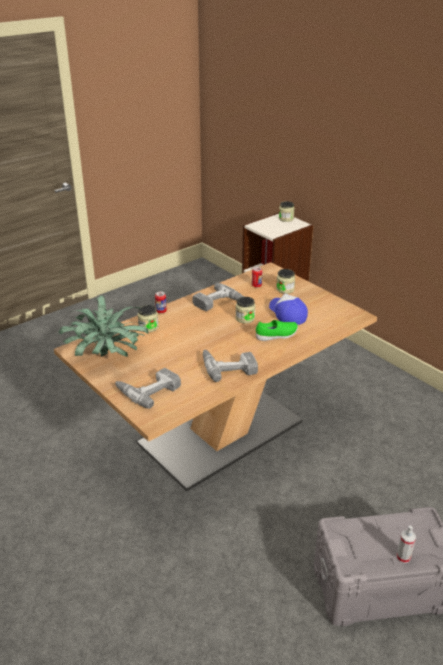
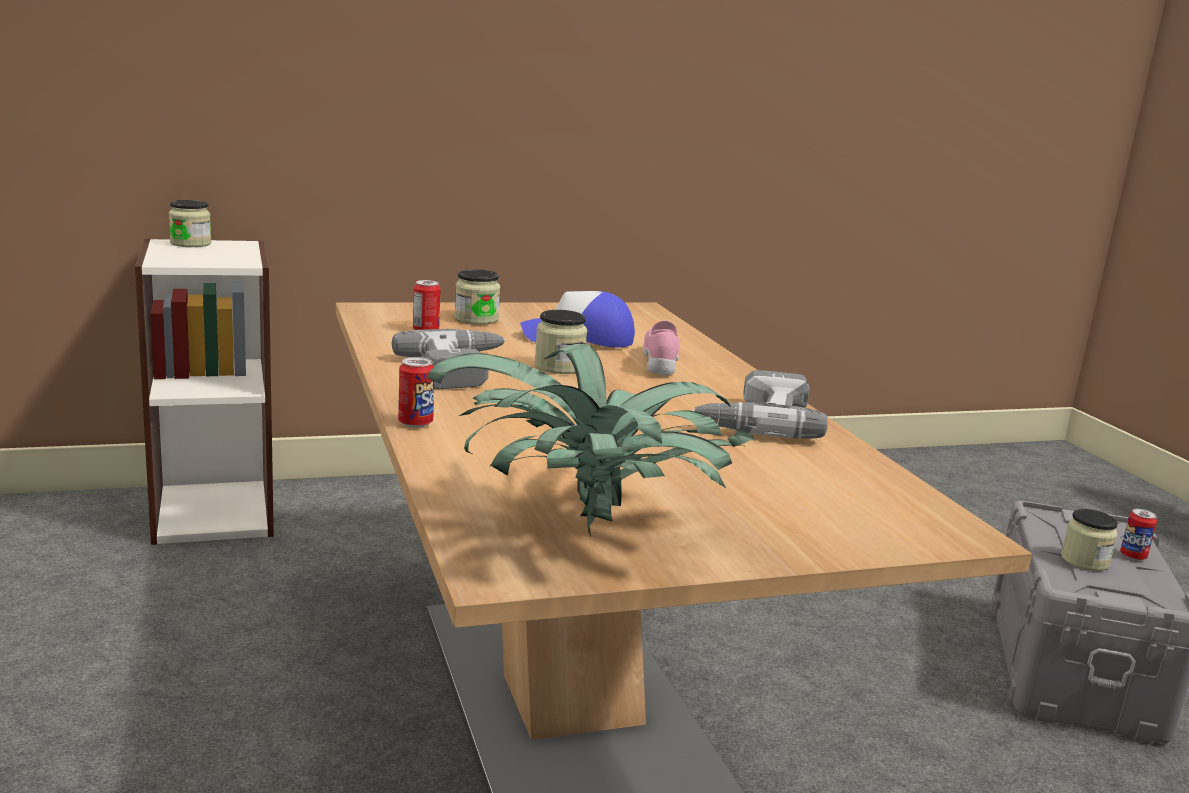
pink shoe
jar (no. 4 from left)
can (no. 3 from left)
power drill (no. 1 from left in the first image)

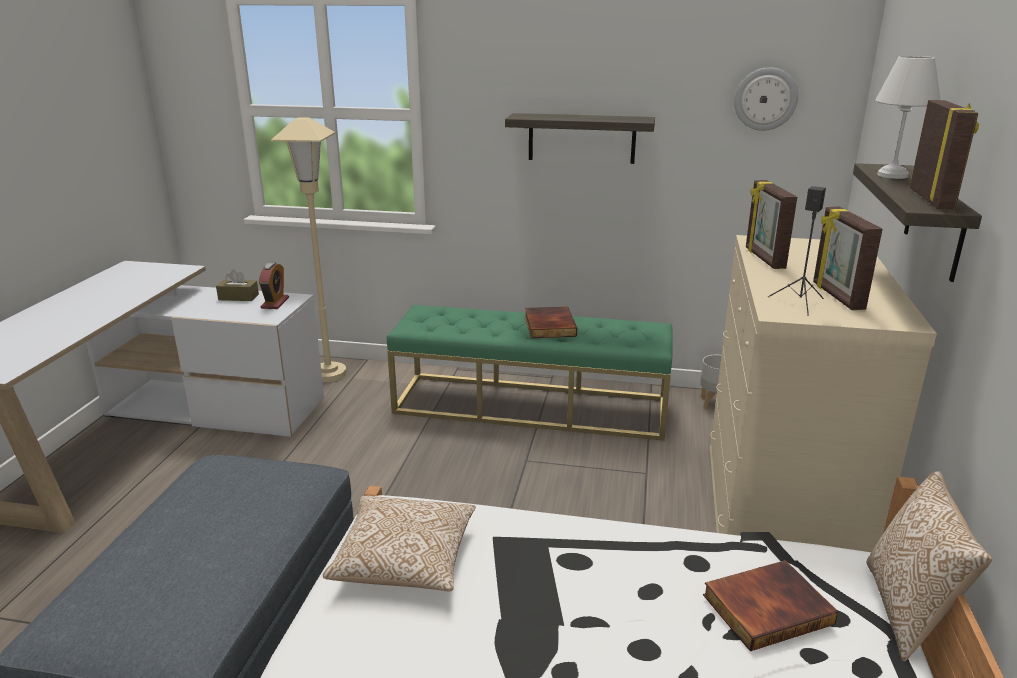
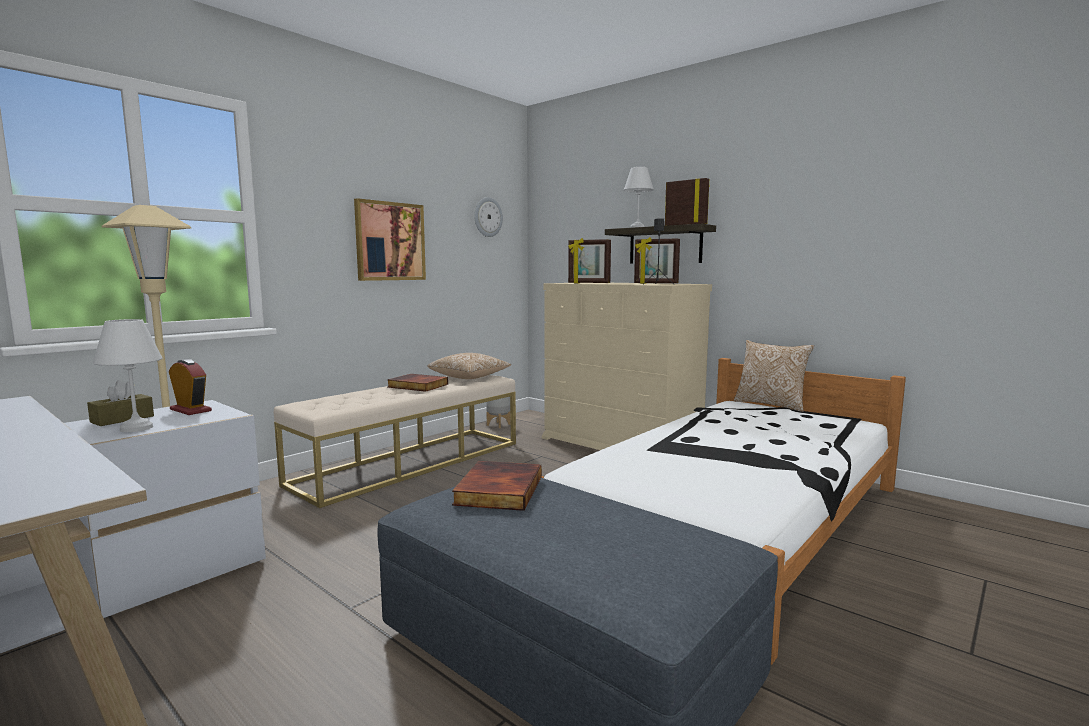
white table lamp (no. 1 from left)
beige bench
picture
pillow (no. 1 from left)
book (no. 2 from left)

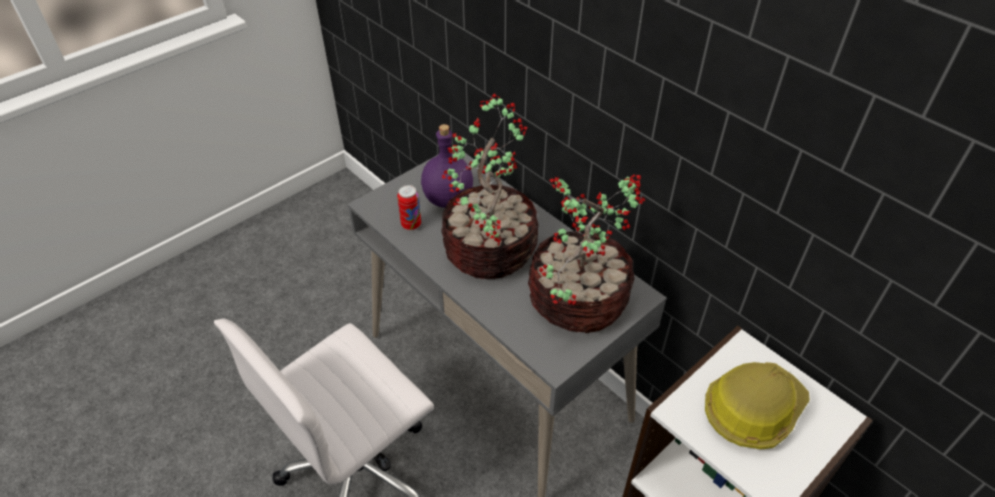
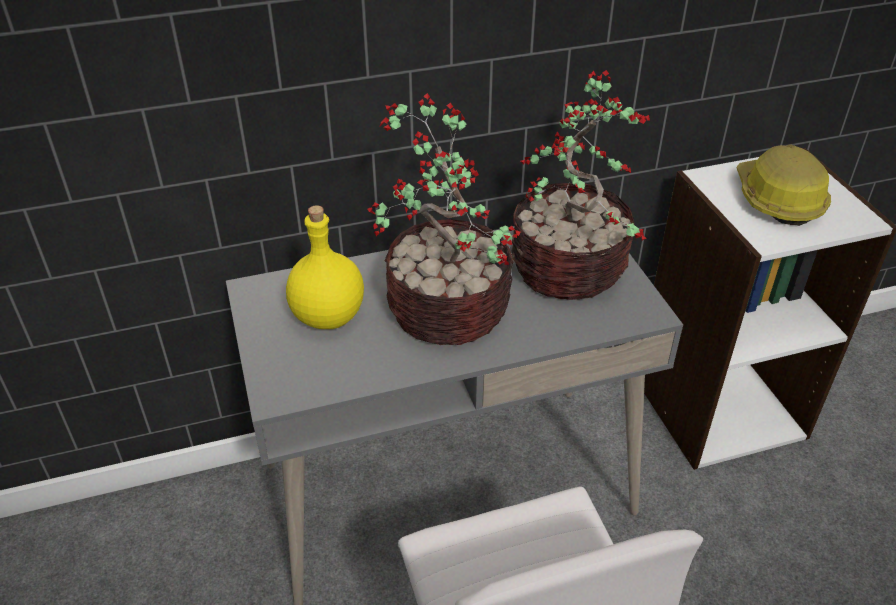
yellow bottle
can

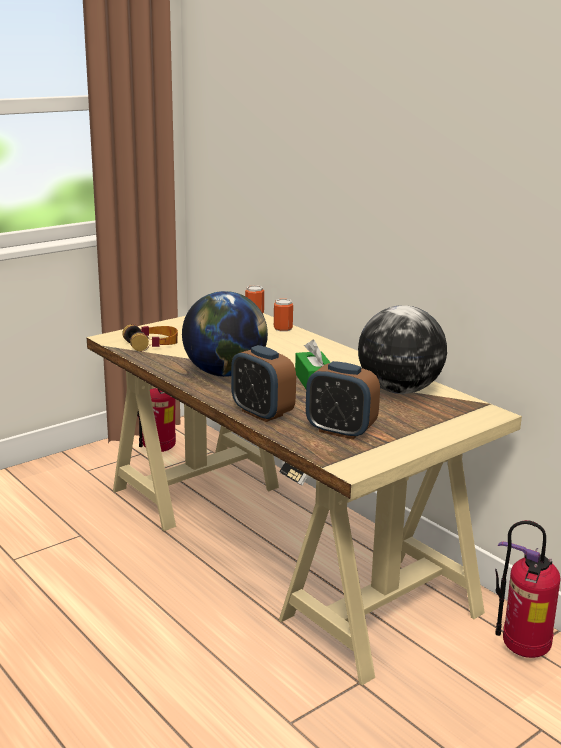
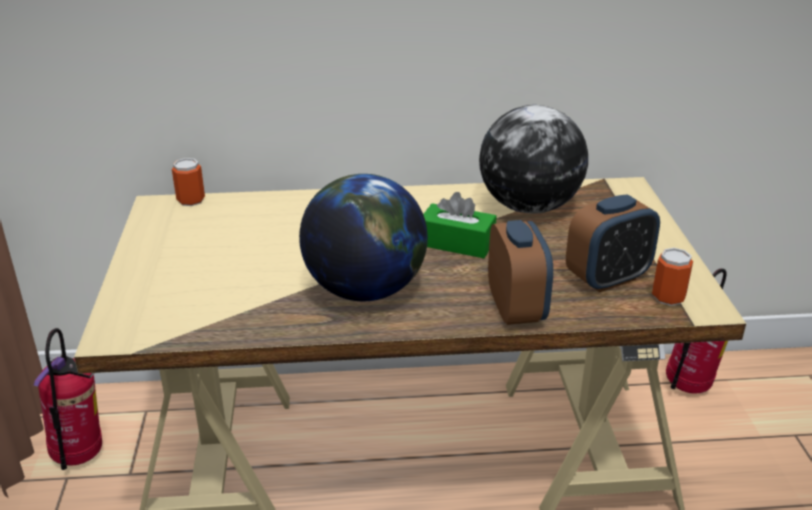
alarm clock (no. 1 from left)
can (no. 2 from left)
headphones

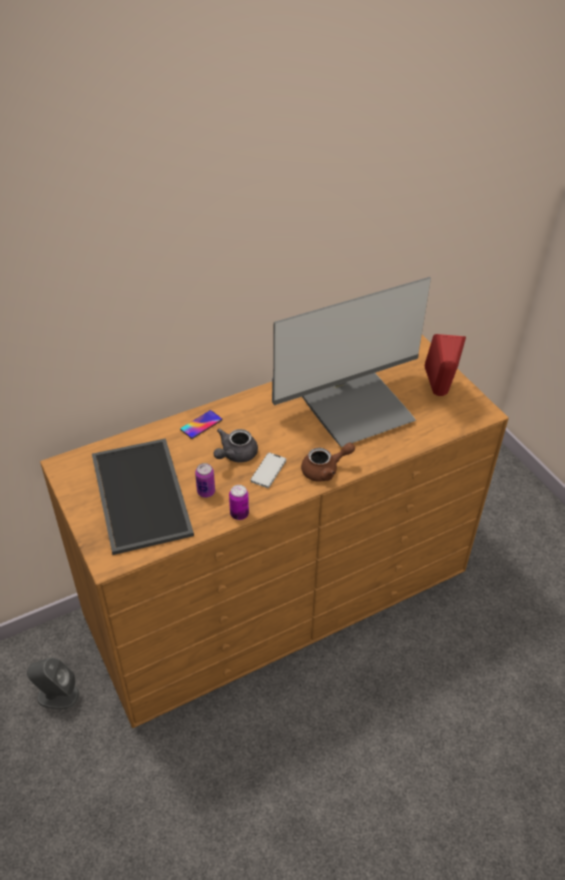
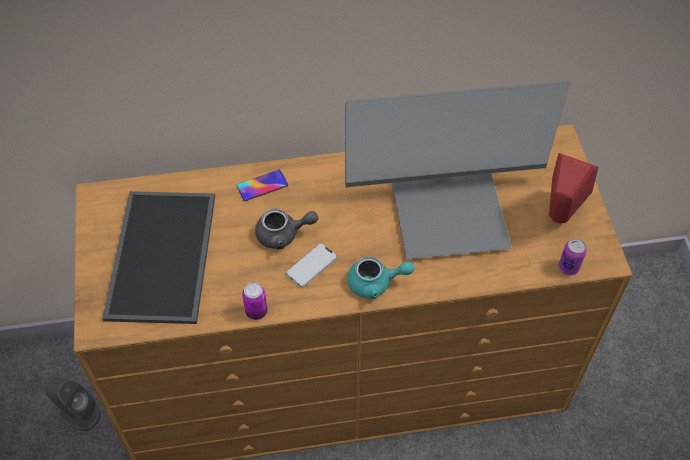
grey teapot
turquoise teapot
can (no. 2 from left)

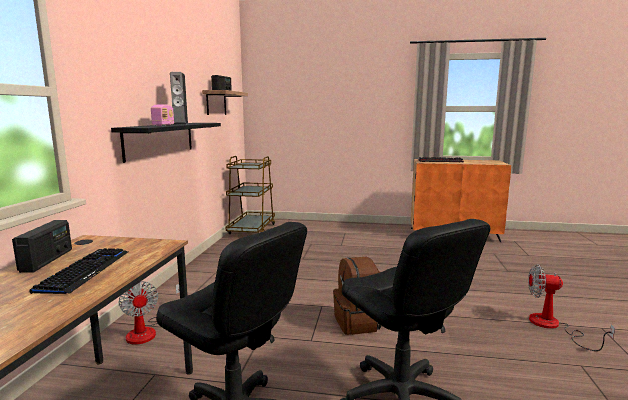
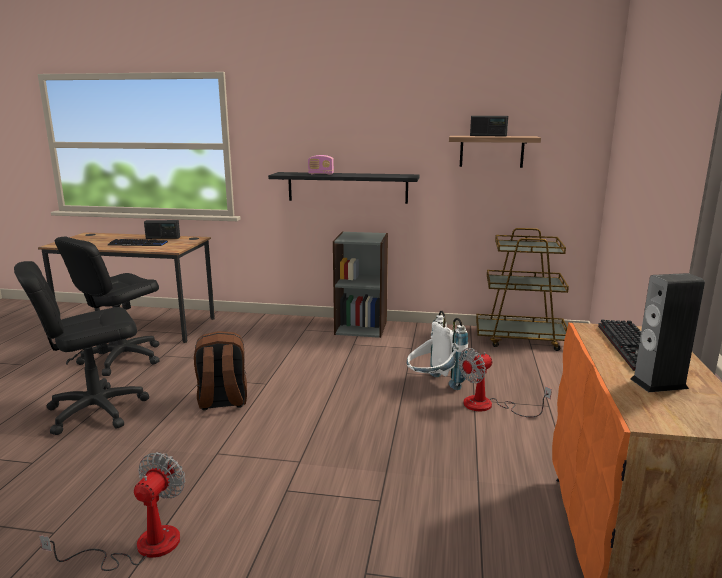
grey bookcase
white backpack
fan (no. 2 from left)
speaker

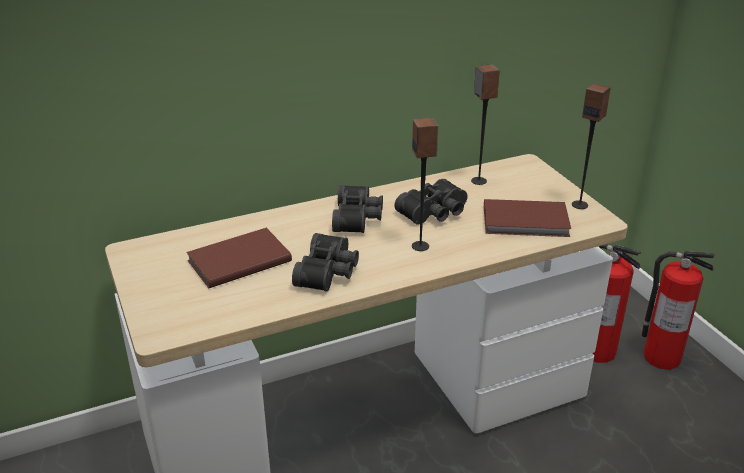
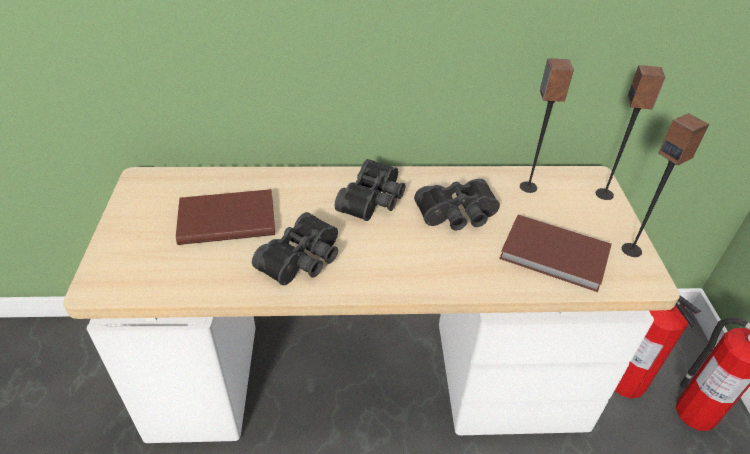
speaker (no. 2 from left)

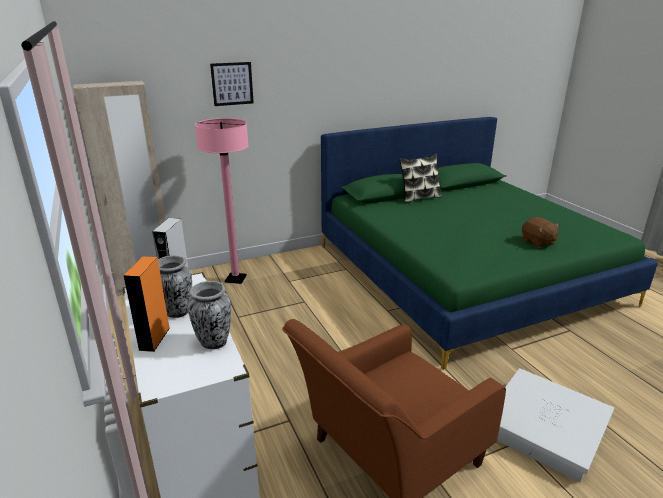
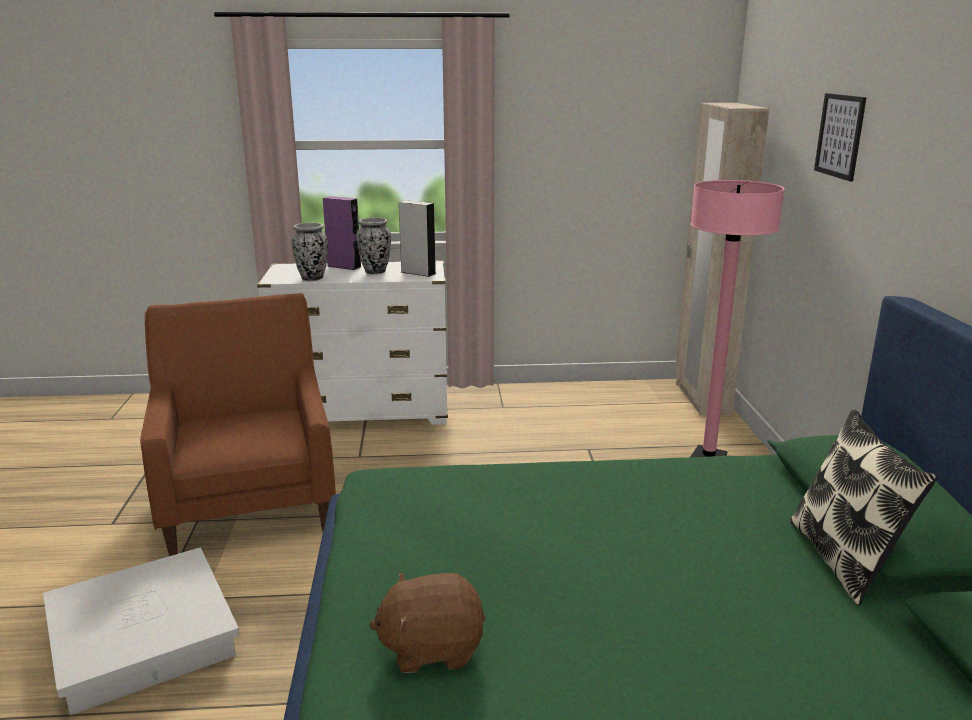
purple speaker

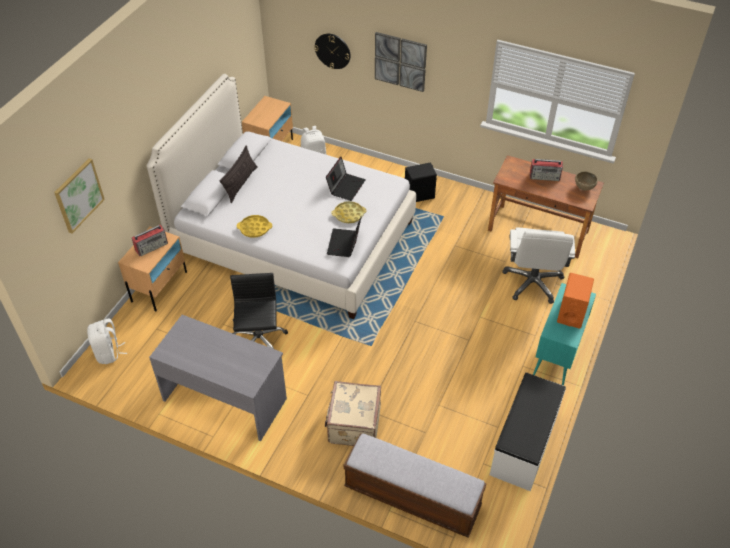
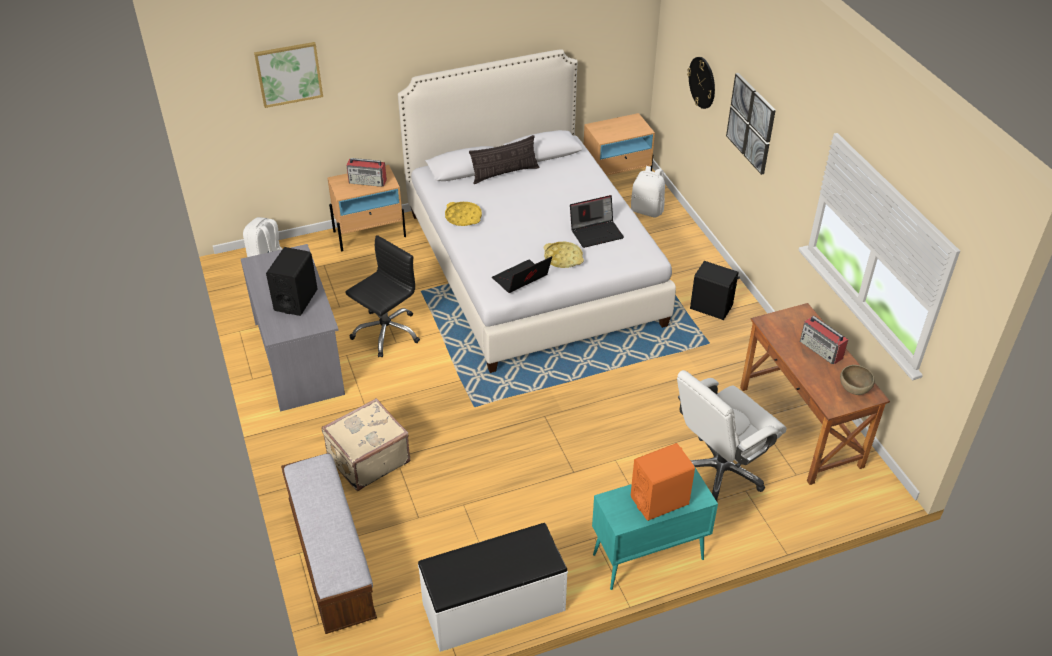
black speaker (no. 1 from left)

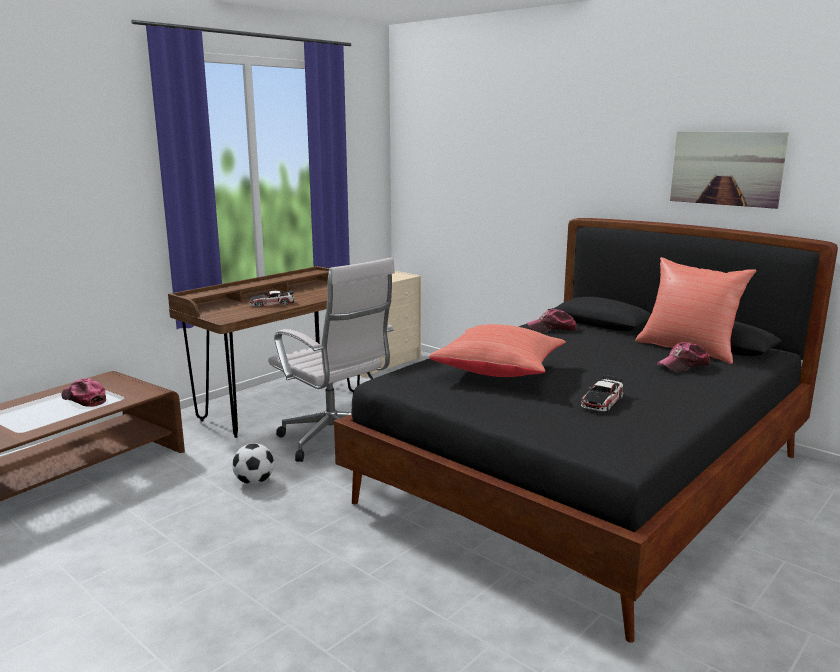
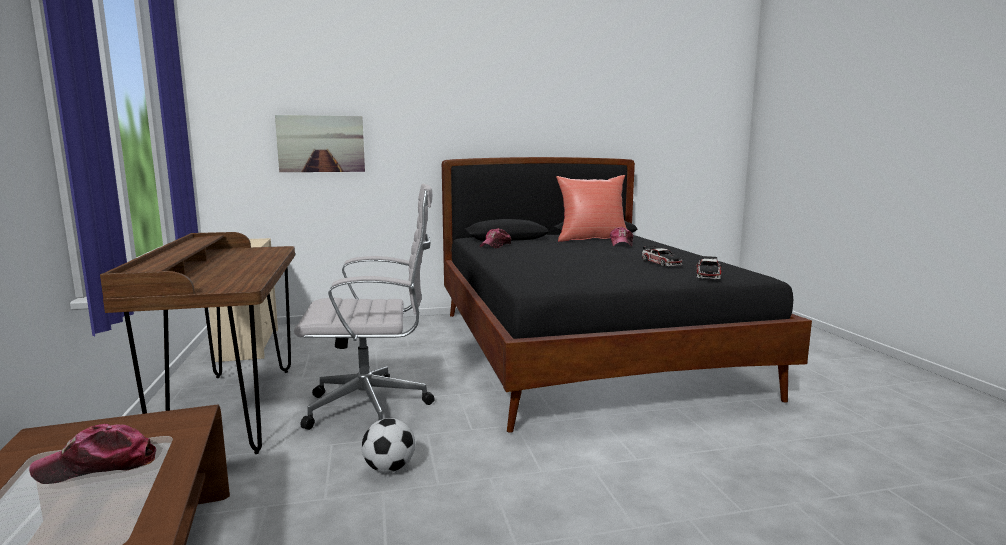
picture
toy car (no. 2 from left)
red pillow (no. 1 from left in the first image)

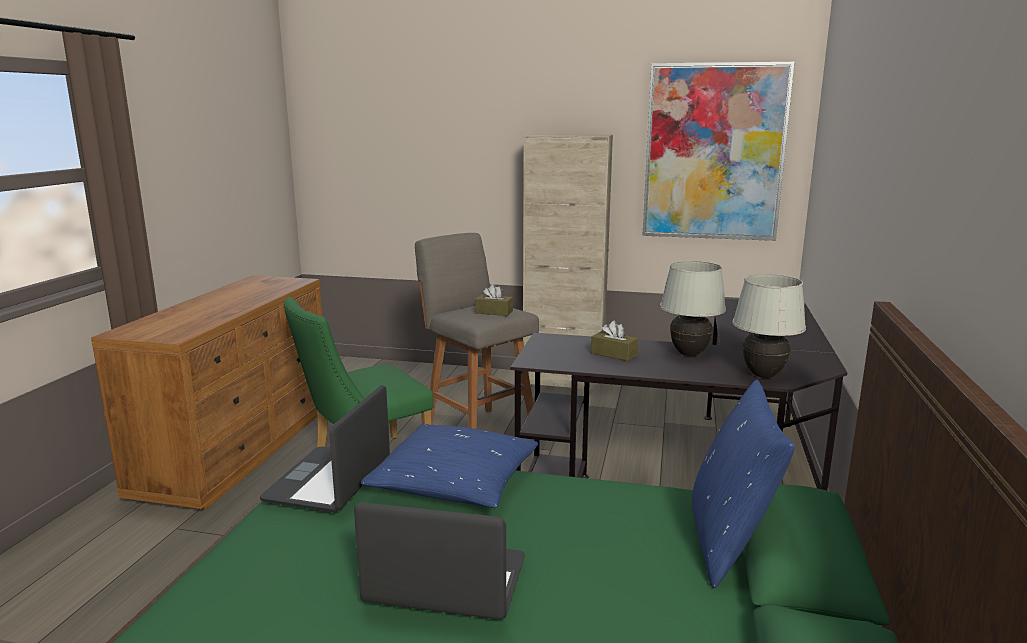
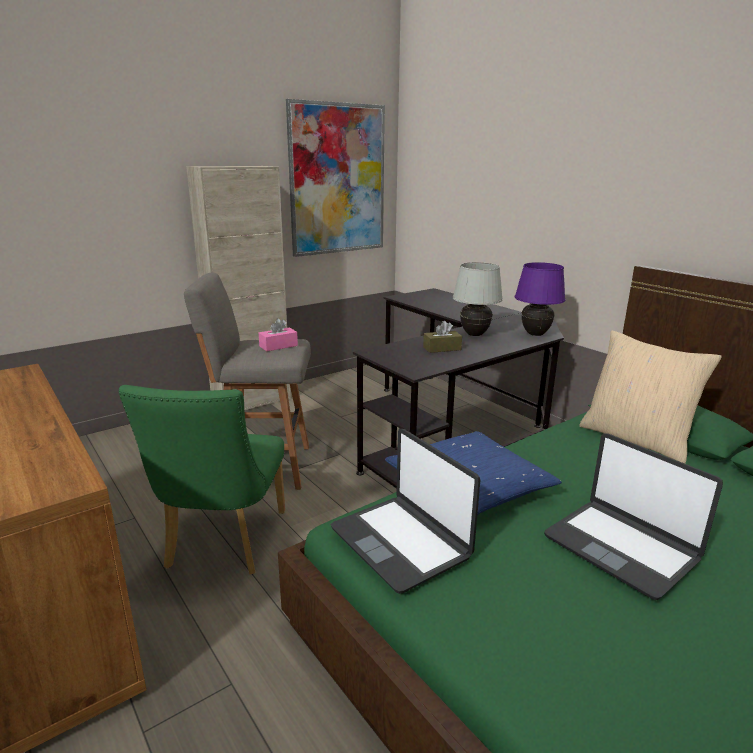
pink tissue box
purple table lamp
laptop (no. 2 from left)
beige pillow

